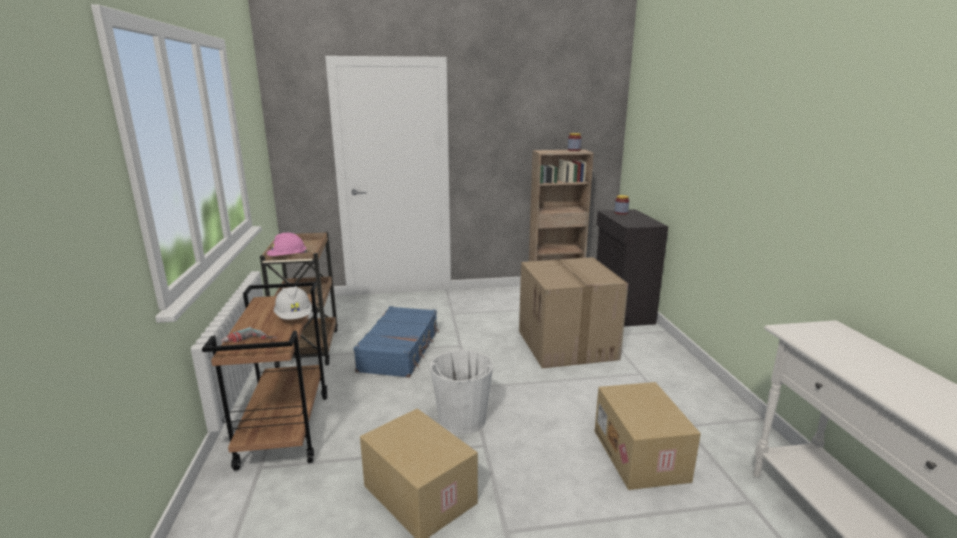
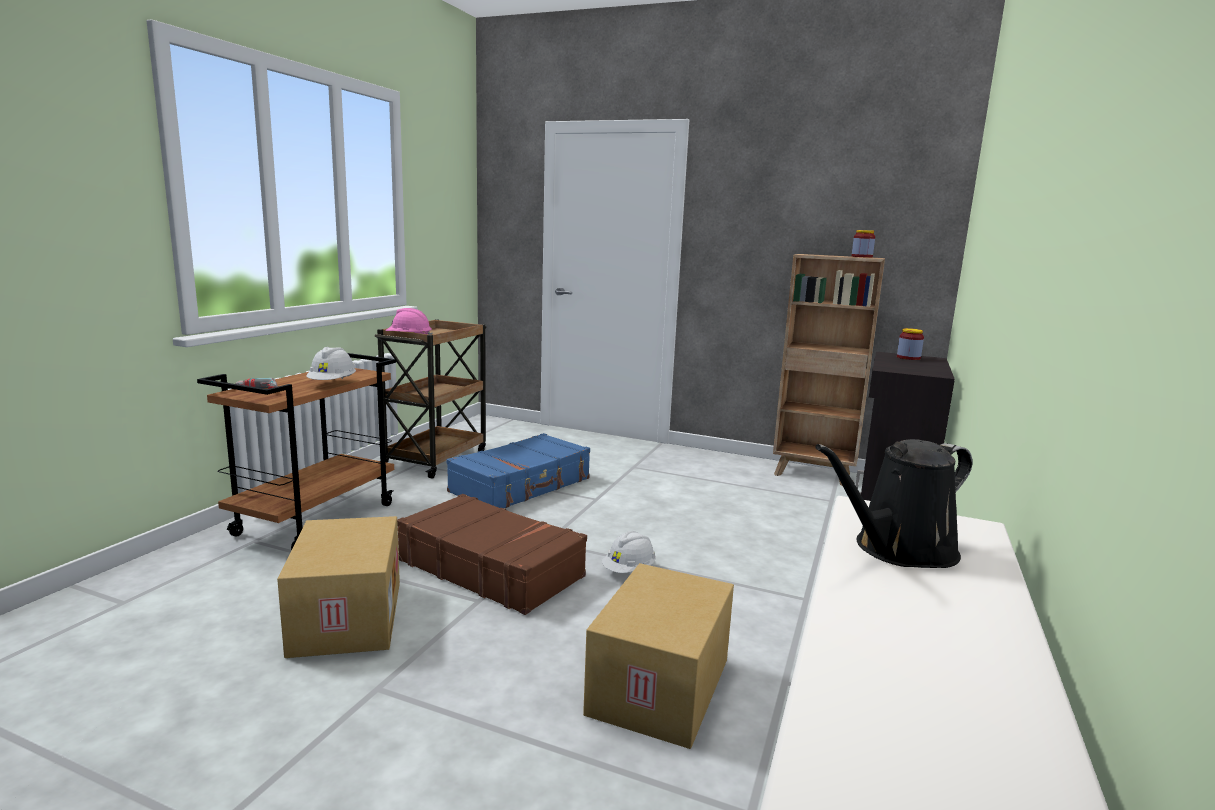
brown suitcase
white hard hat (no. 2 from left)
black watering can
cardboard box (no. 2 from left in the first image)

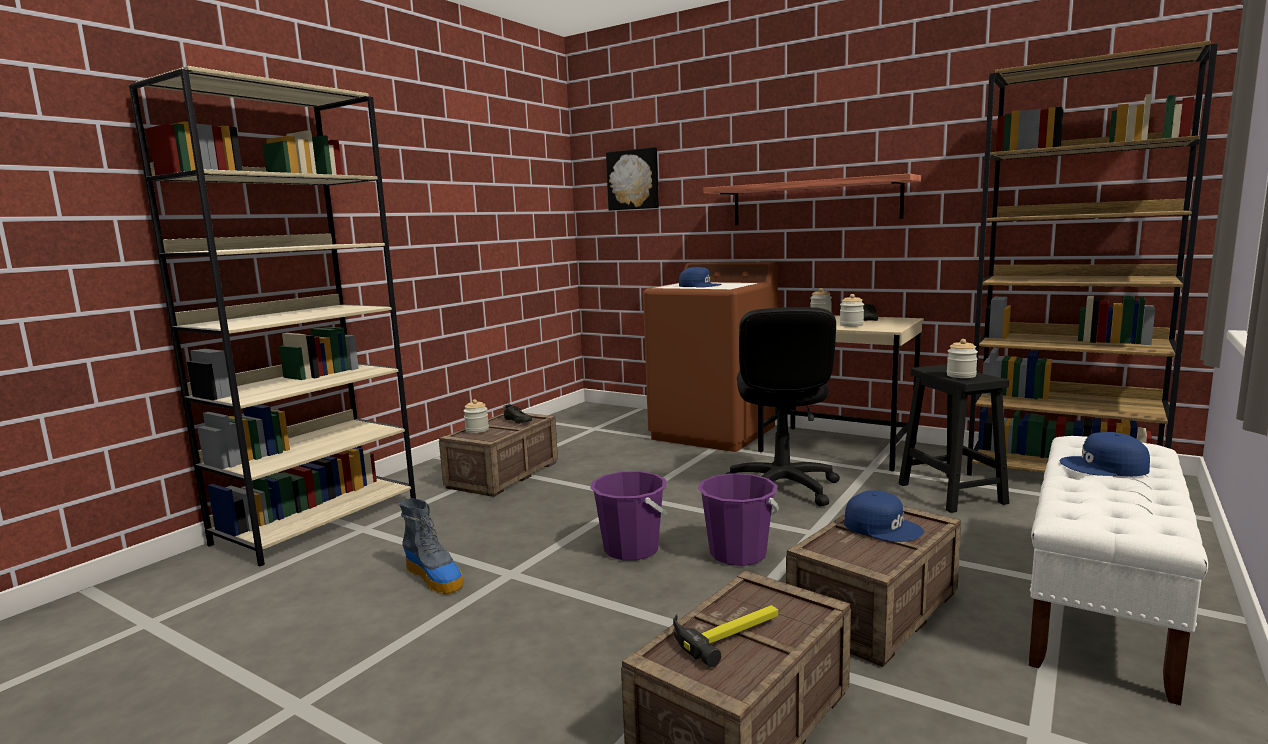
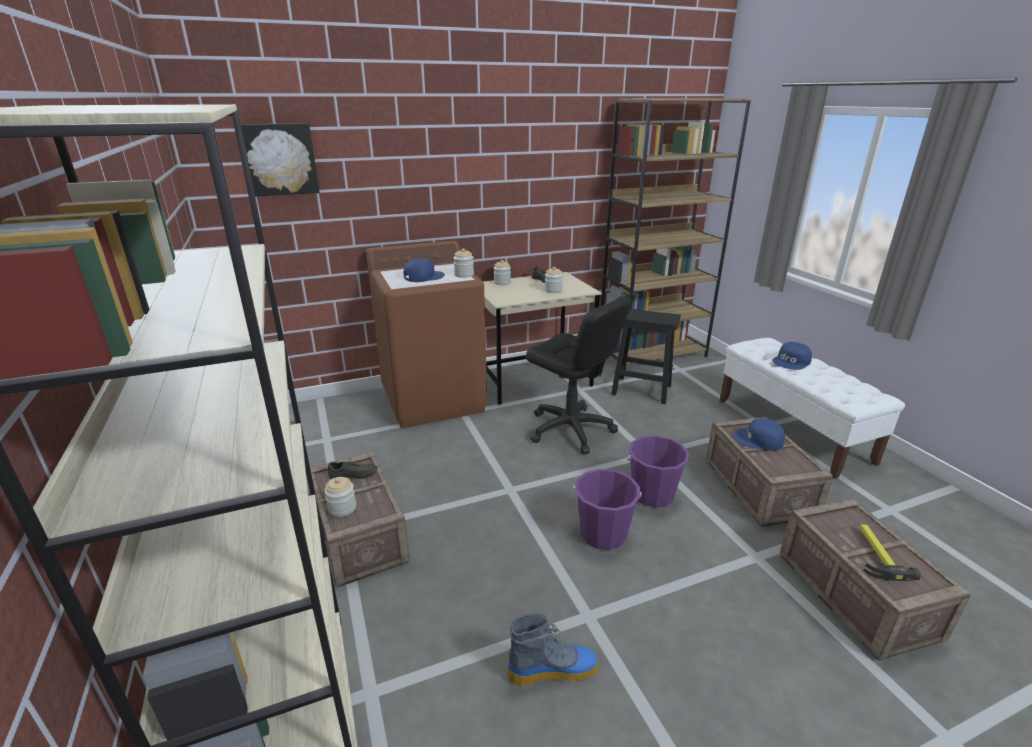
jar (no. 2 from left)
blue cap (no. 2 from left)
shelf

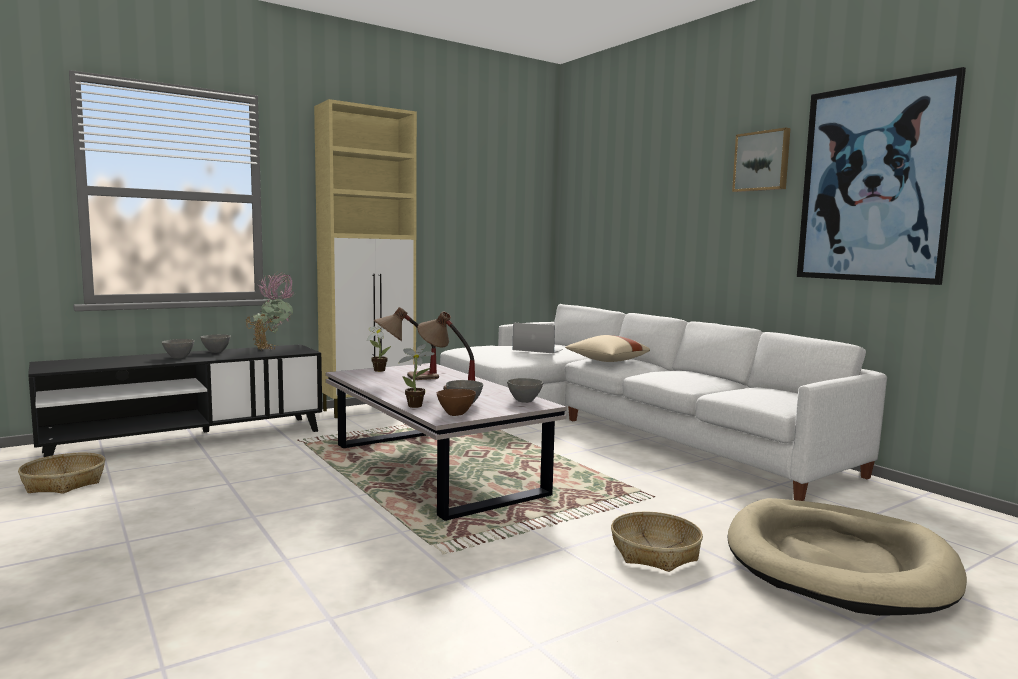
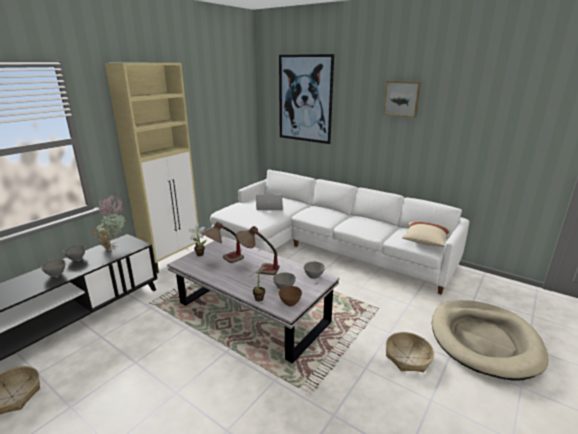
picture (no. 1 from left)
beige pillow

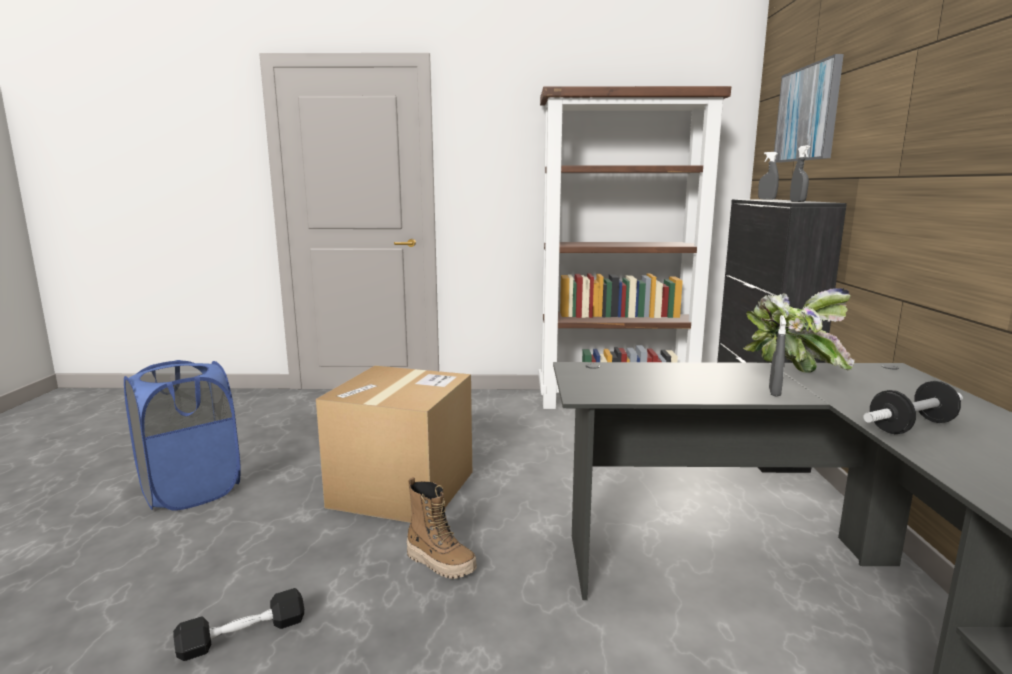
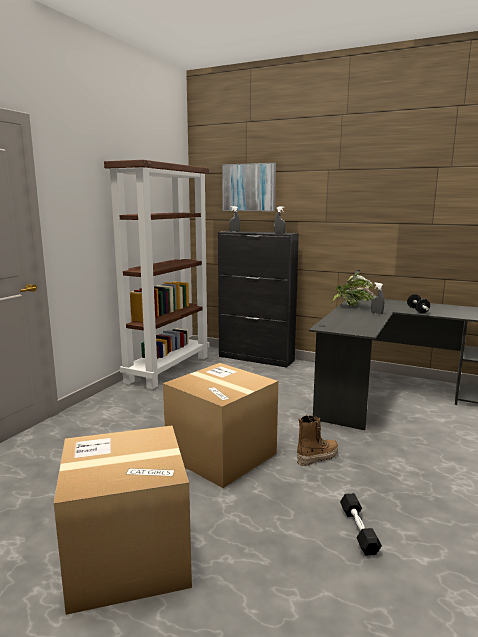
cardboard box (no. 1 from left)

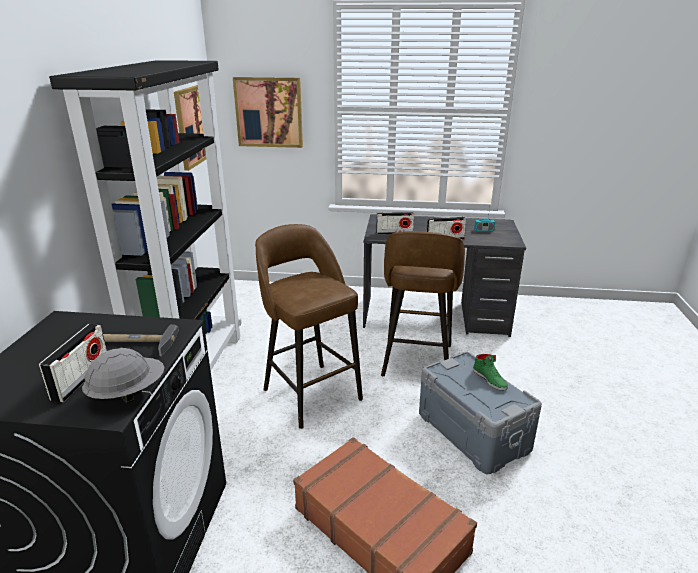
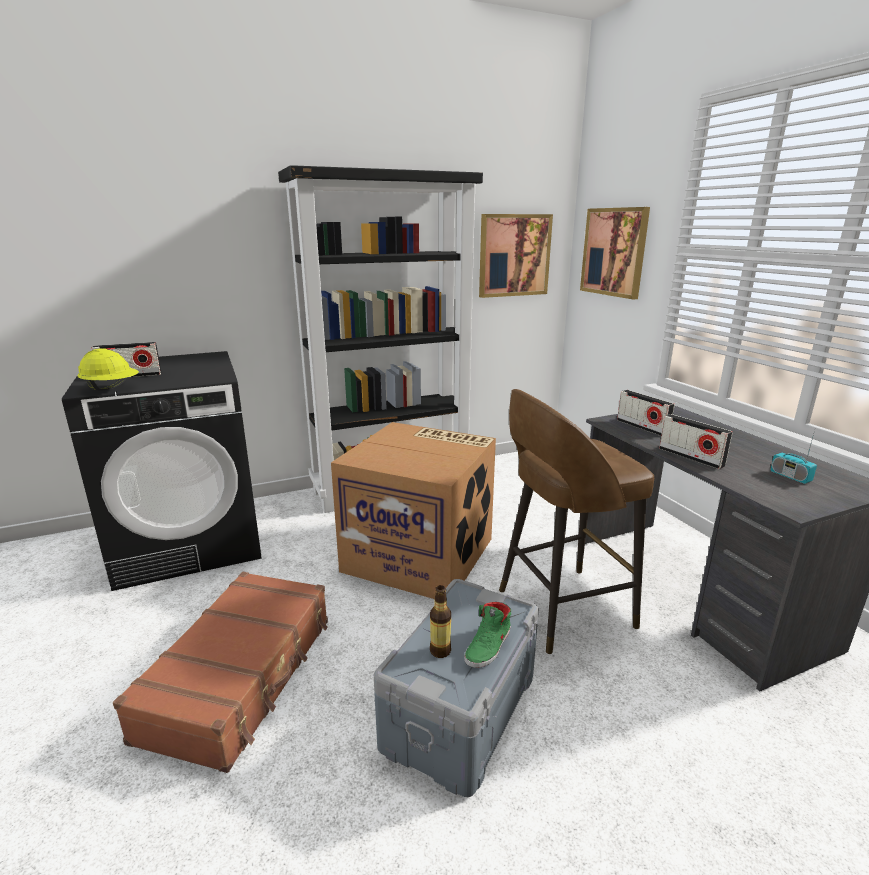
yellow hard hat
cardboard box
bottle
hammer

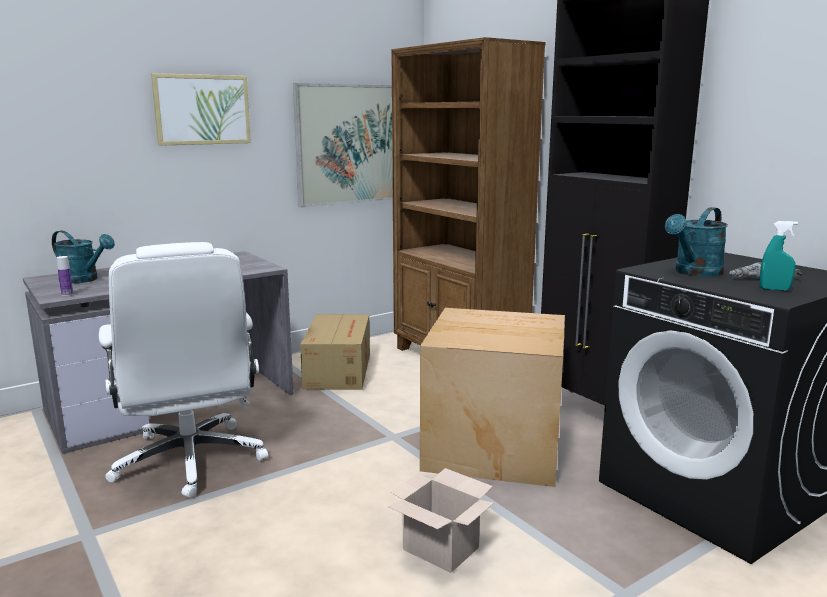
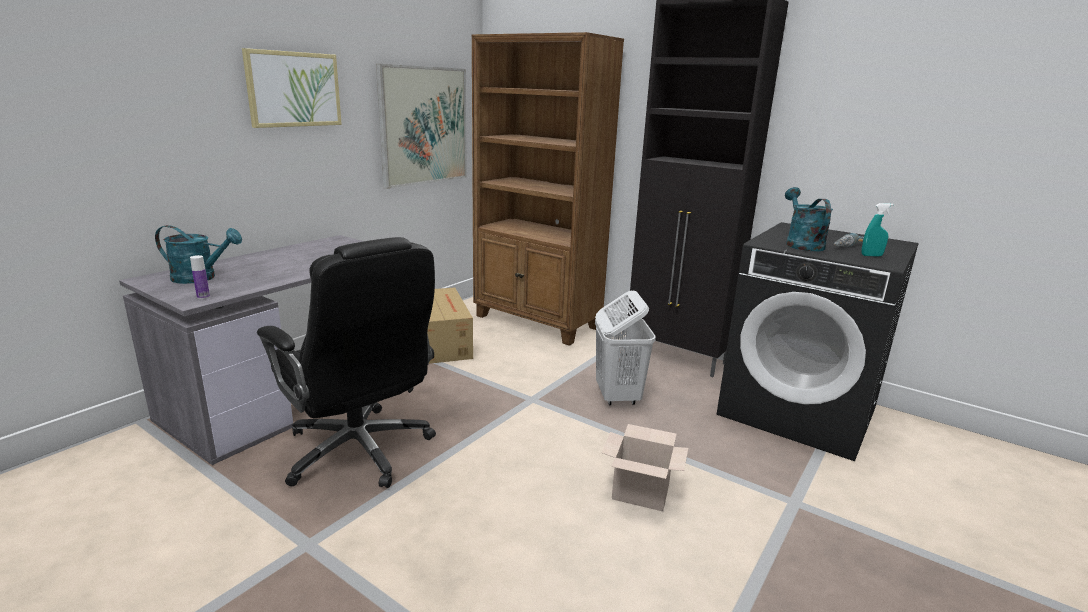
black office chair
white laundry basket
turquoise watering can (no. 2 from left)

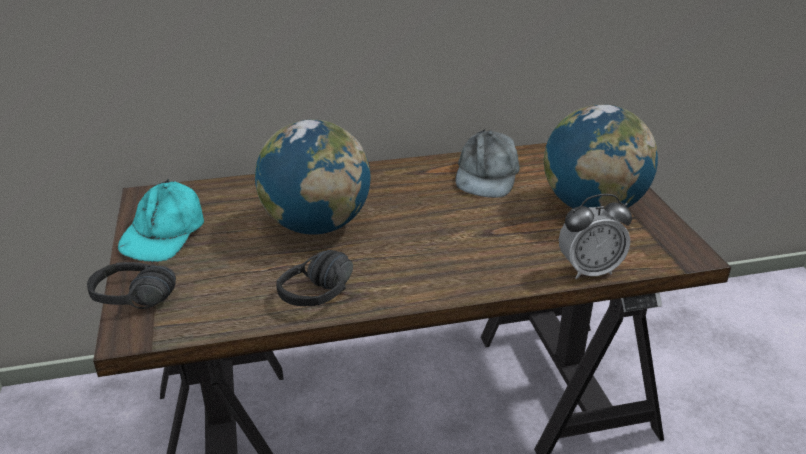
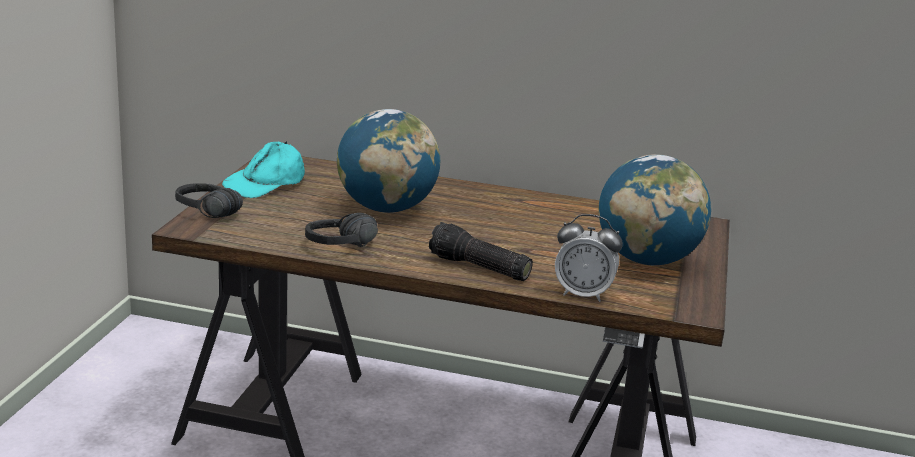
flashlight
grey cap

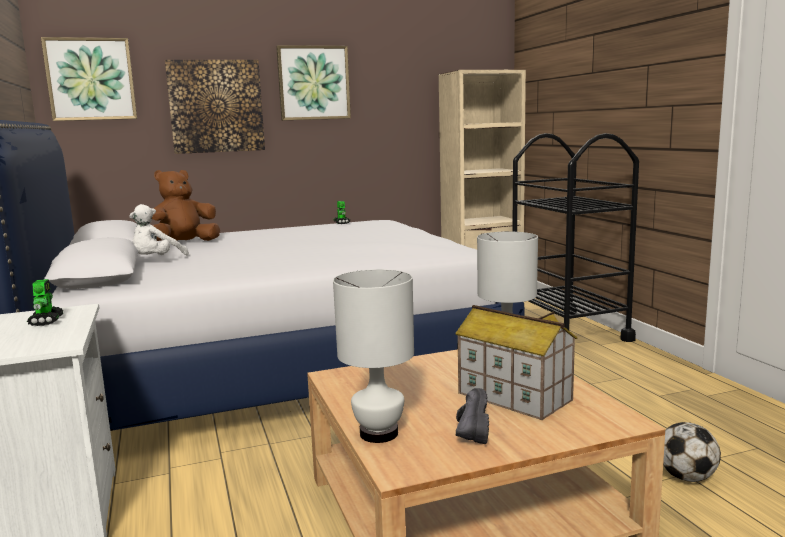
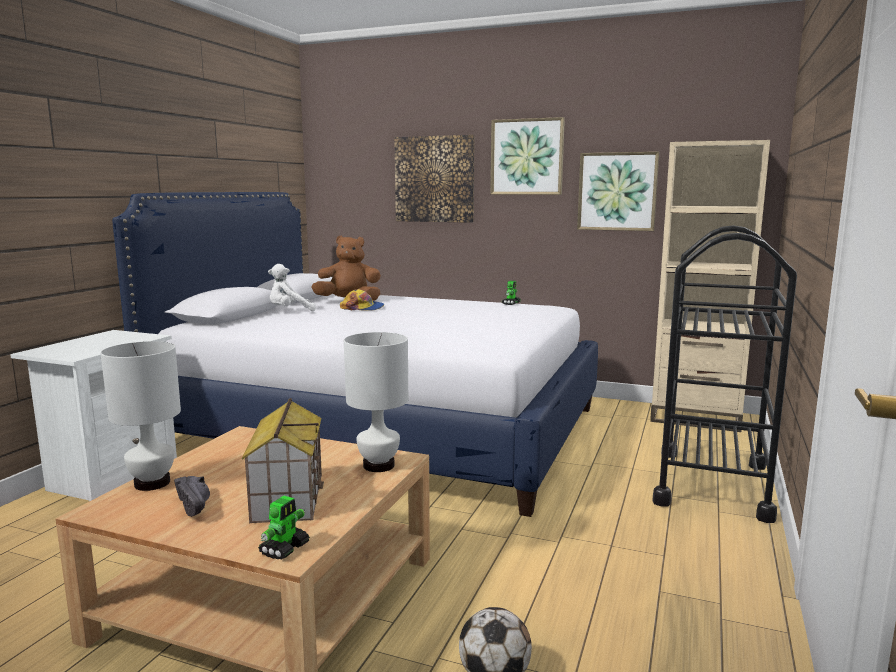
black shoe
toy robot (no. 1 from left)
cap
picture (no. 3 from left)

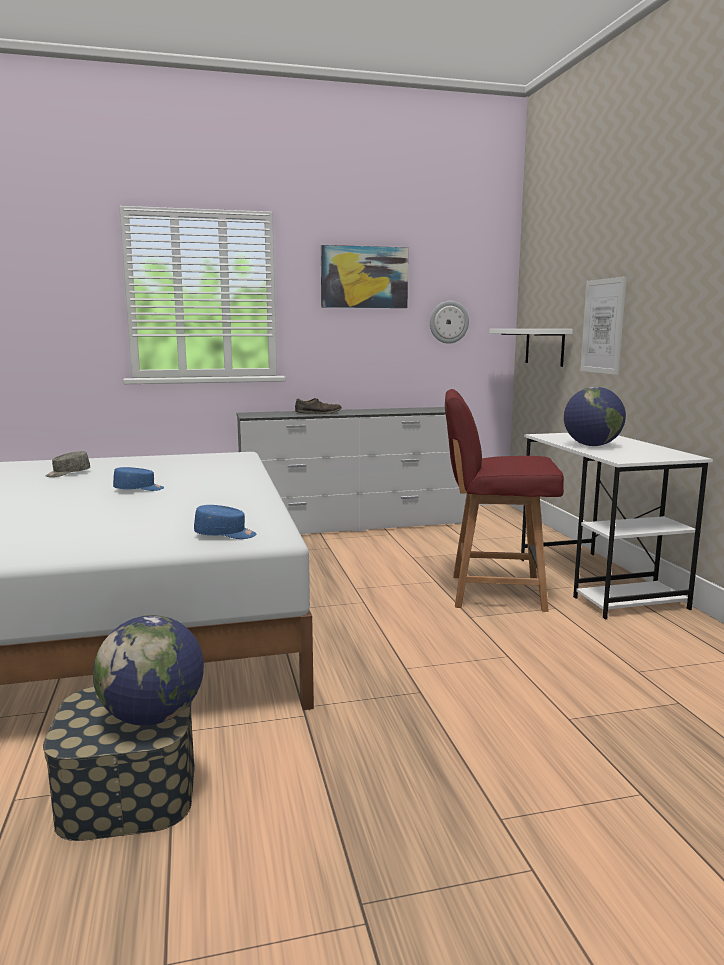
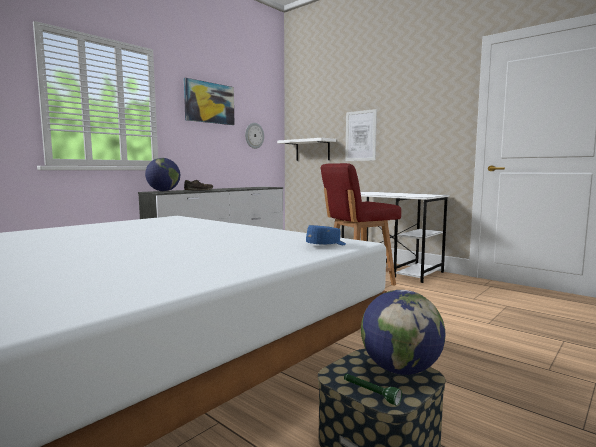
globe (no. 1 from left)
green flashlight
grey cap
blue cap (no. 1 from left in the first image)

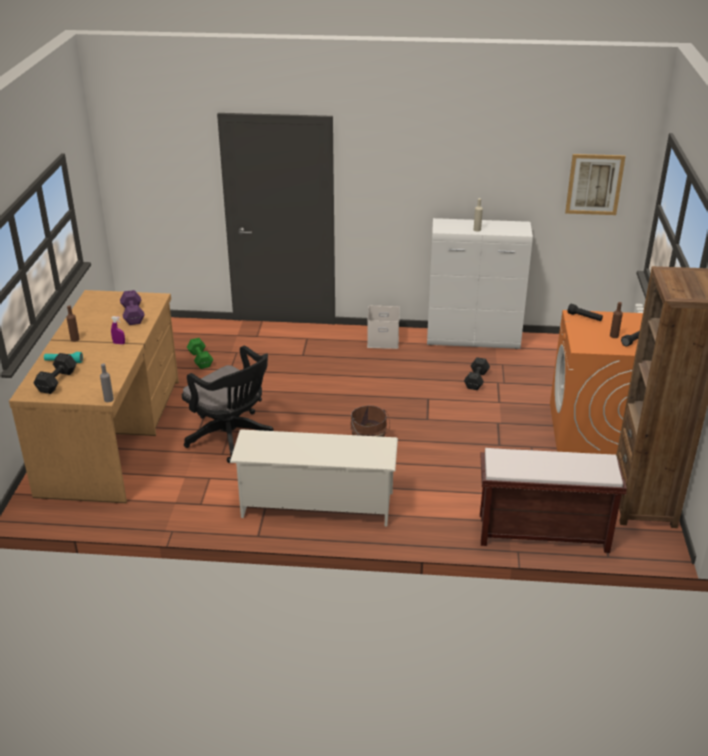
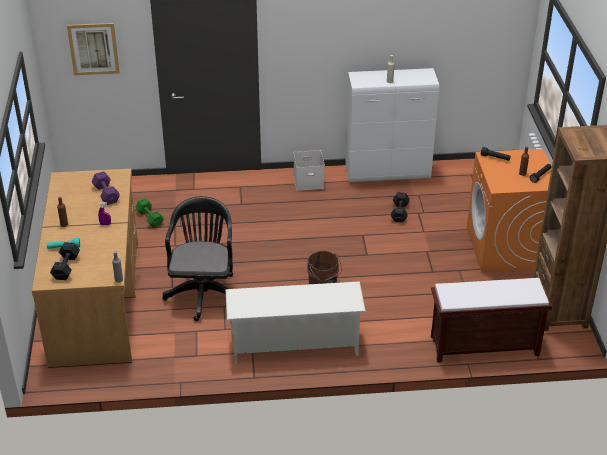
picture
black office chair

